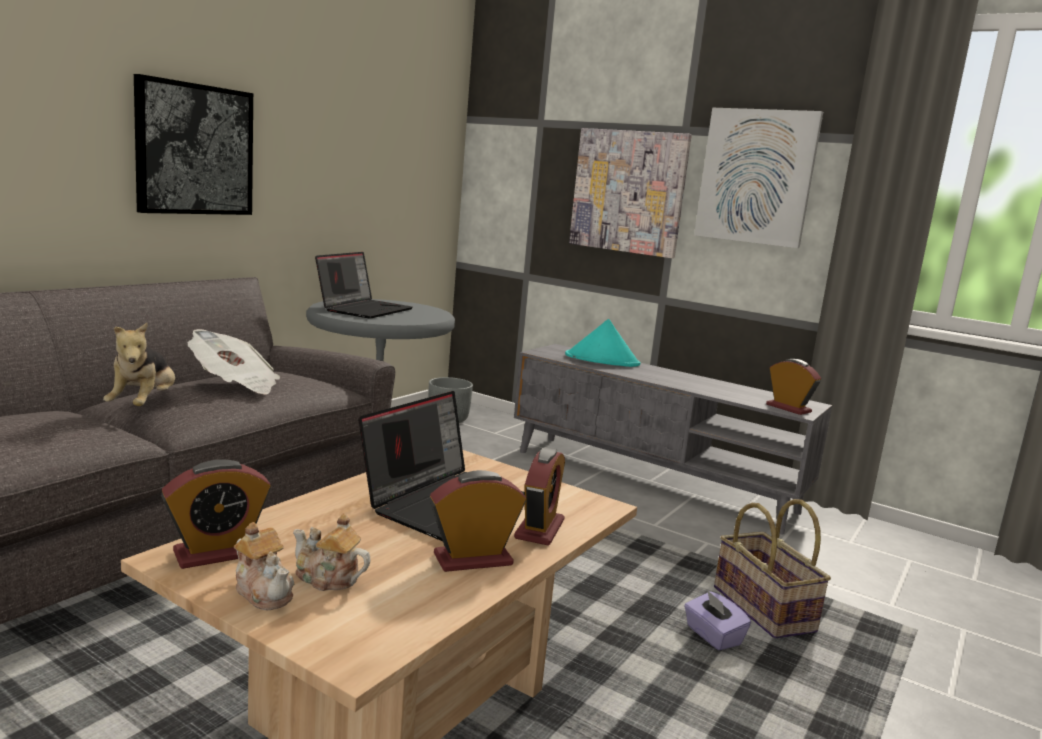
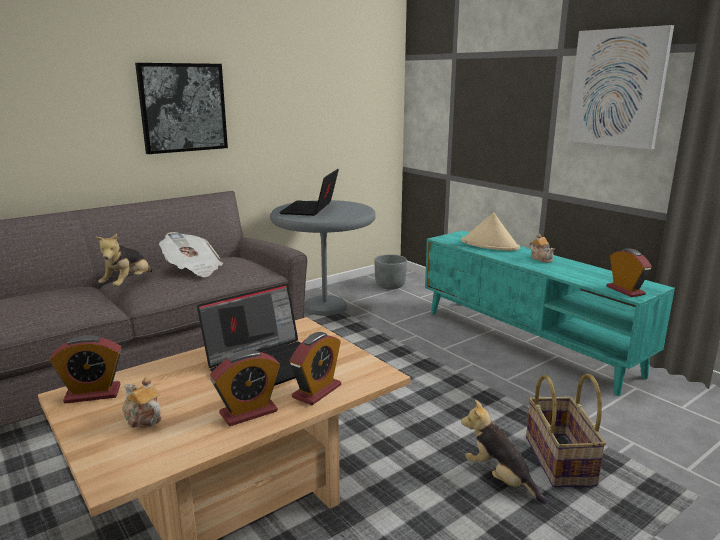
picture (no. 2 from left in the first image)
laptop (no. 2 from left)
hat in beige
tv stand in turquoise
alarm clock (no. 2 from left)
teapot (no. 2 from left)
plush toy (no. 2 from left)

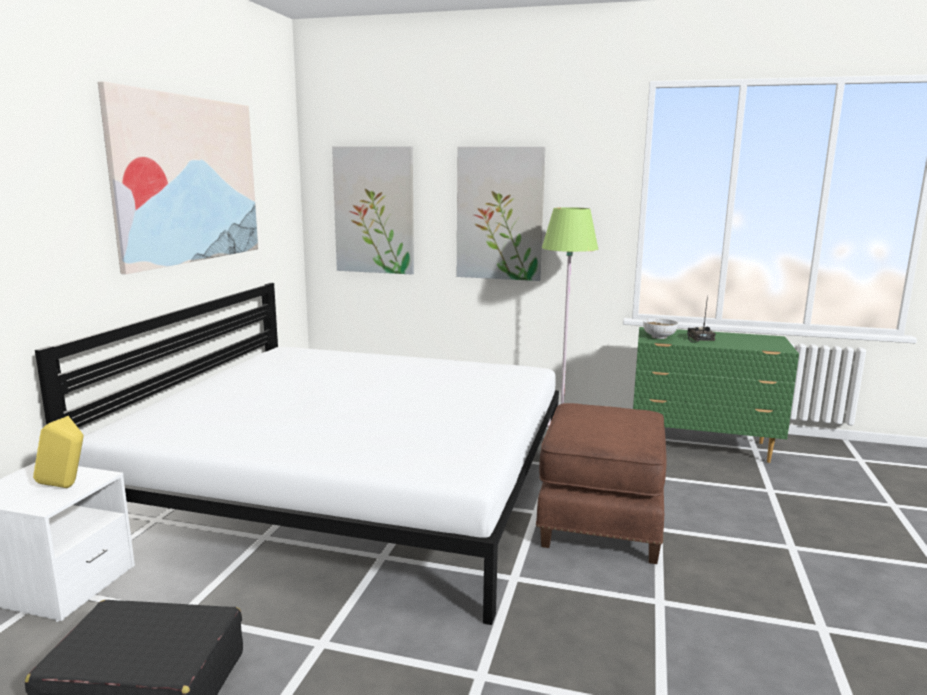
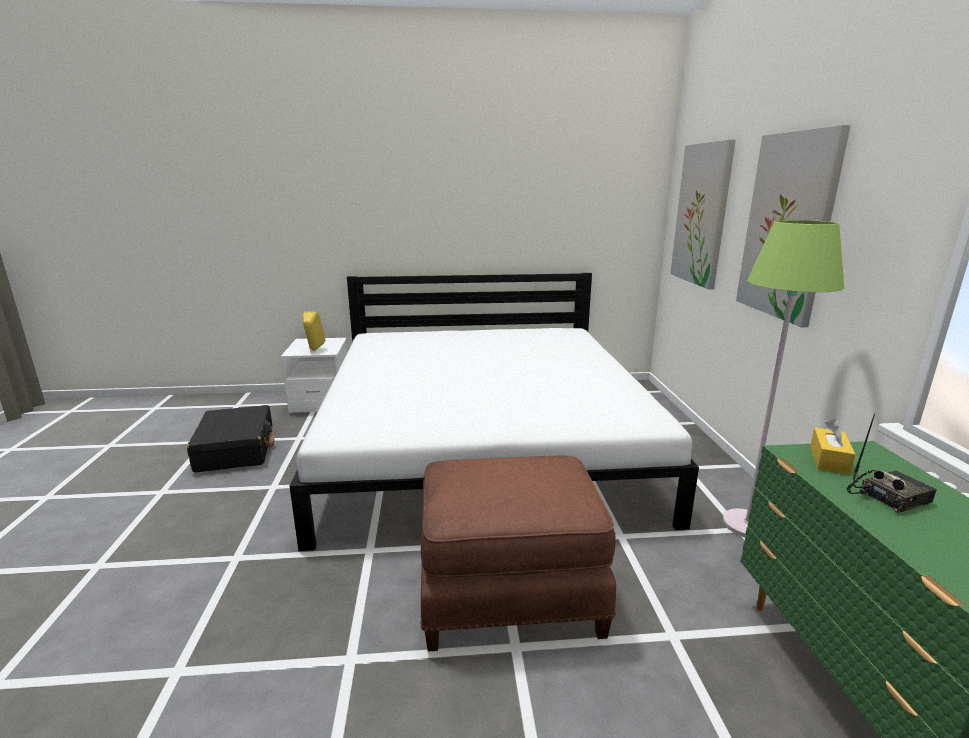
picture (no. 1 from left in the first image)
tissue box in yellow

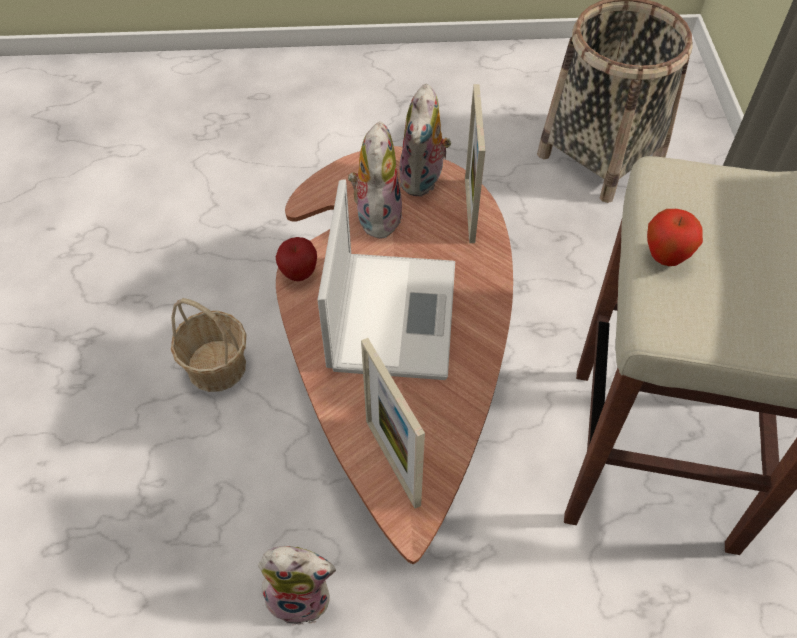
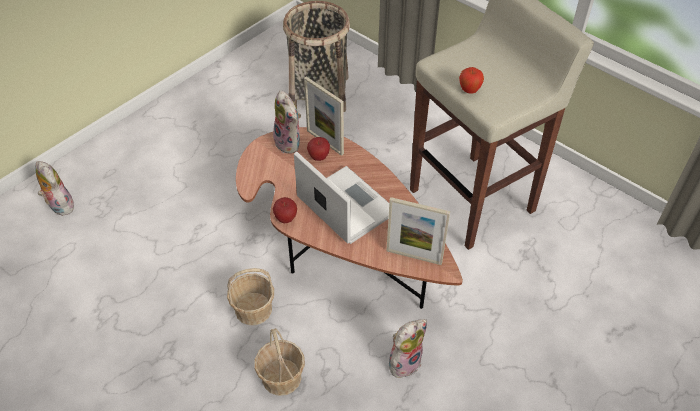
plush toy (no. 1 from left)
apple (no. 2 from left)
basket (no. 2 from left)

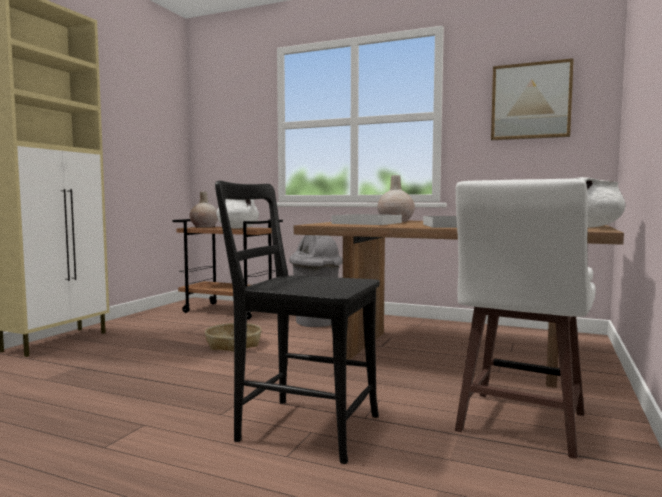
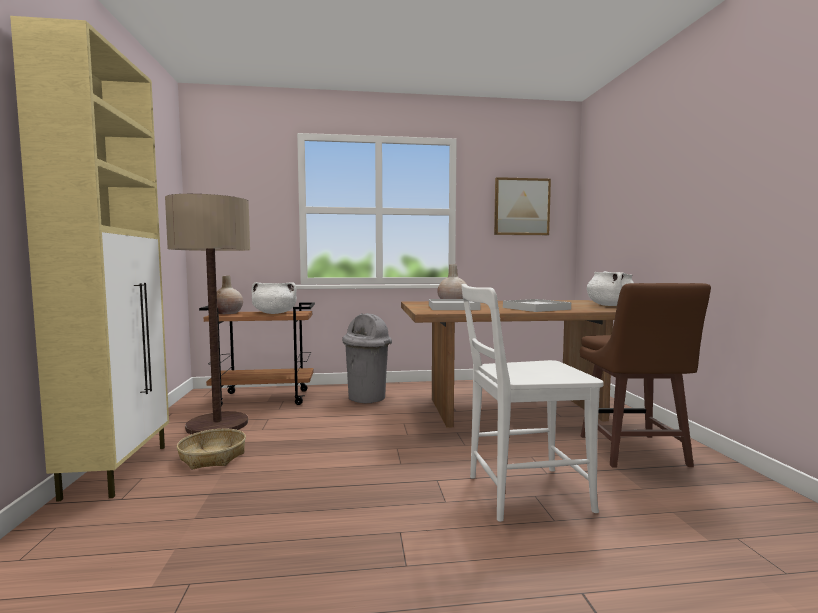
stool in brown
chair in white
basket
floor lamp

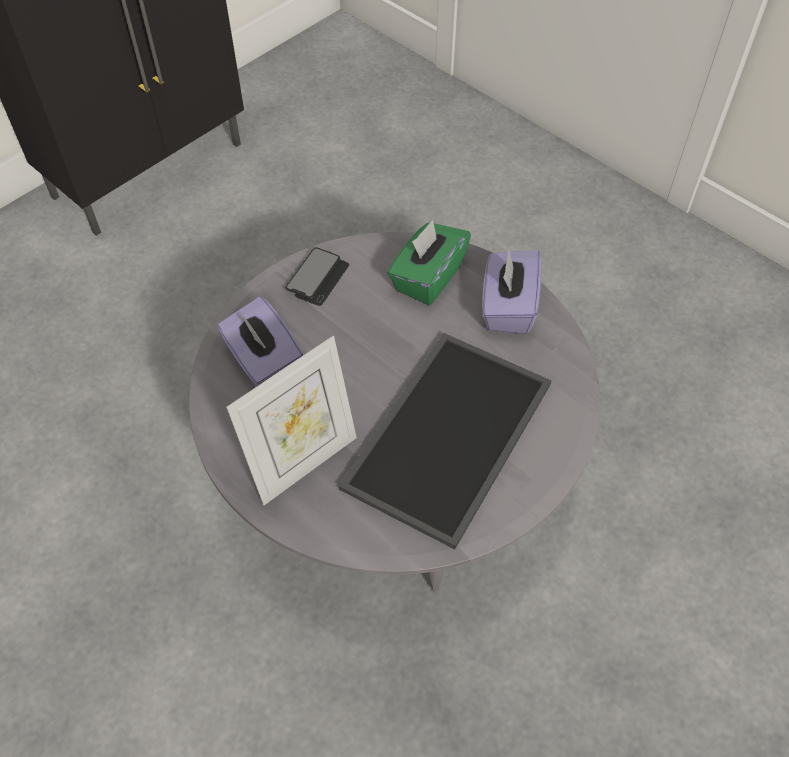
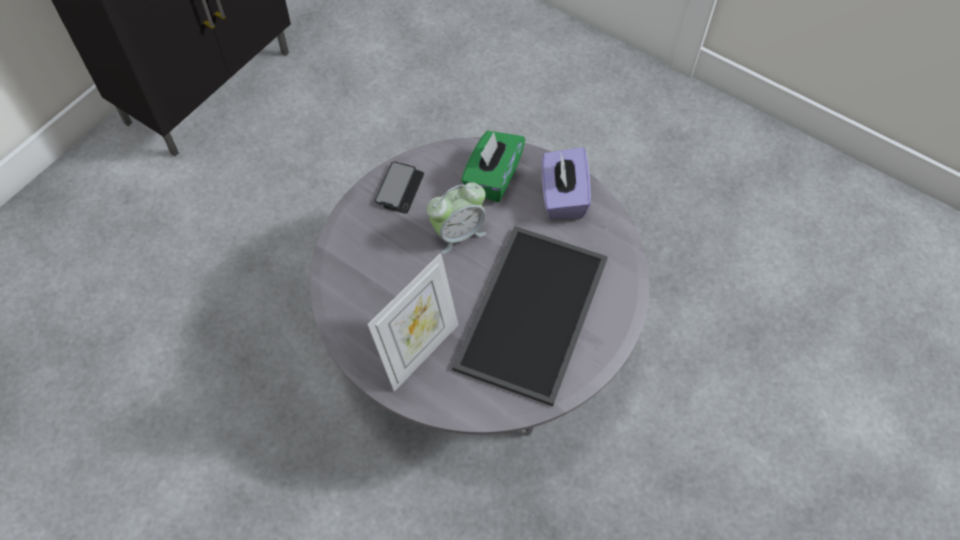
tissue box in purple (no. 1 from left in the first image)
alarm clock

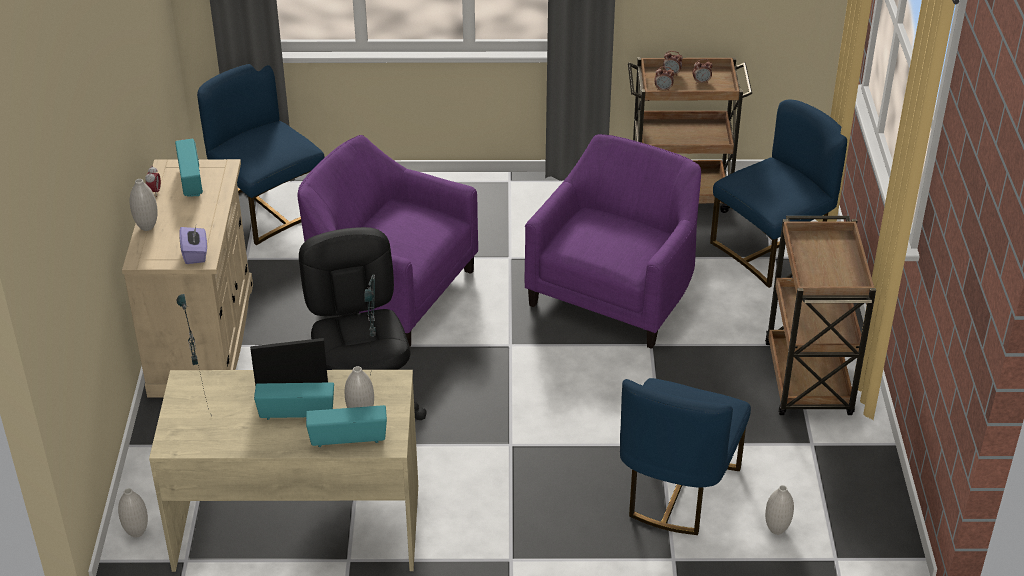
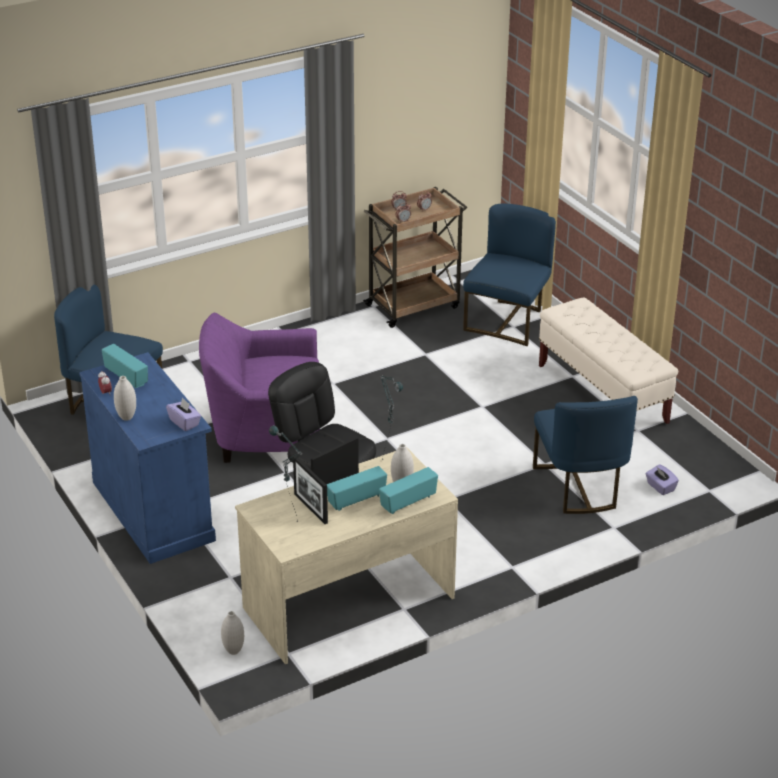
armchair in purple (no. 2 from left in the first image)
cabinet in blue
bench in beige
tissue box in purple (no. 2 from left)
picture frame (no. 1 from left)

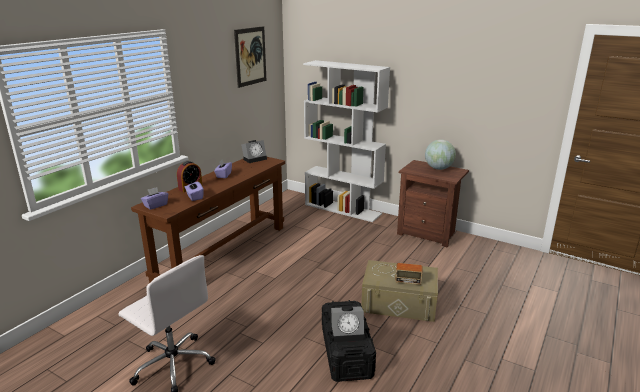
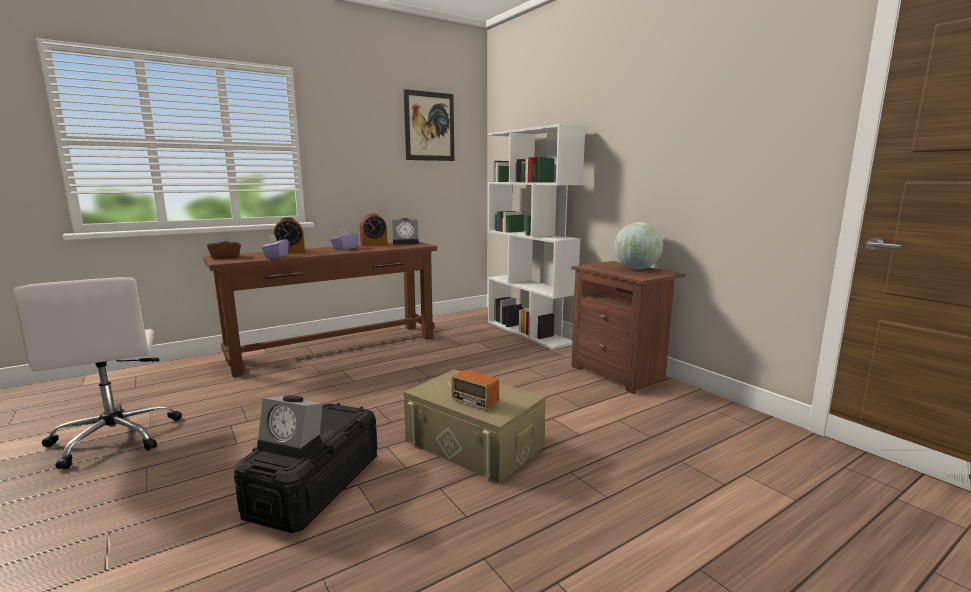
tissue box in brown
alarm clock (no. 3 from left)

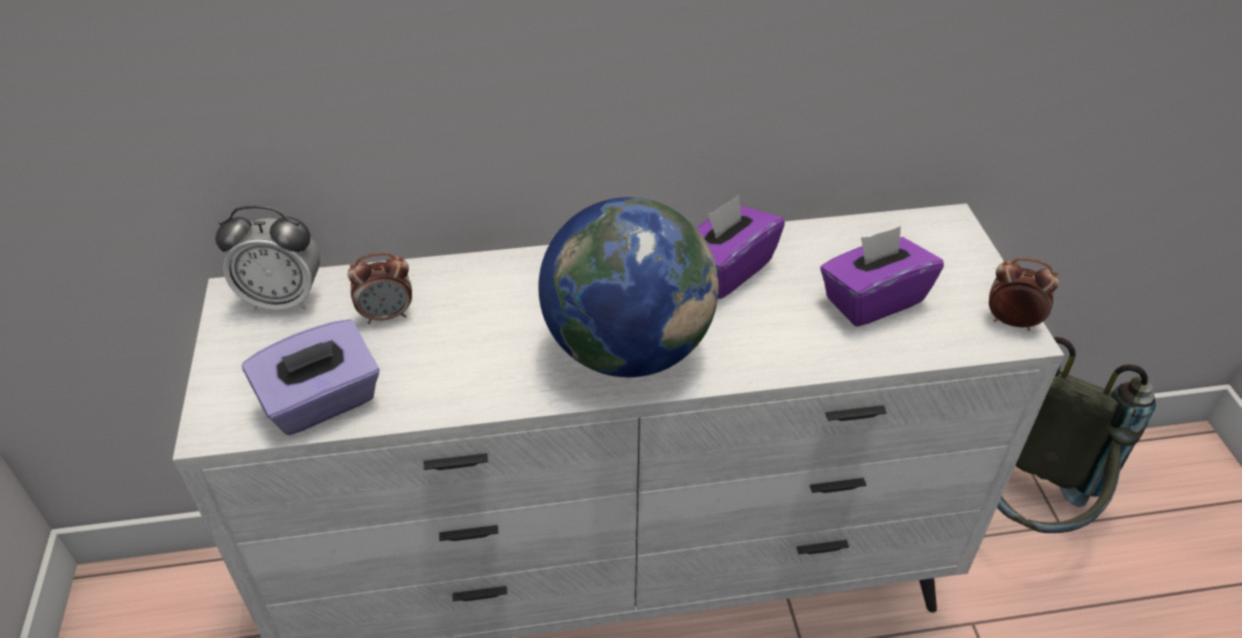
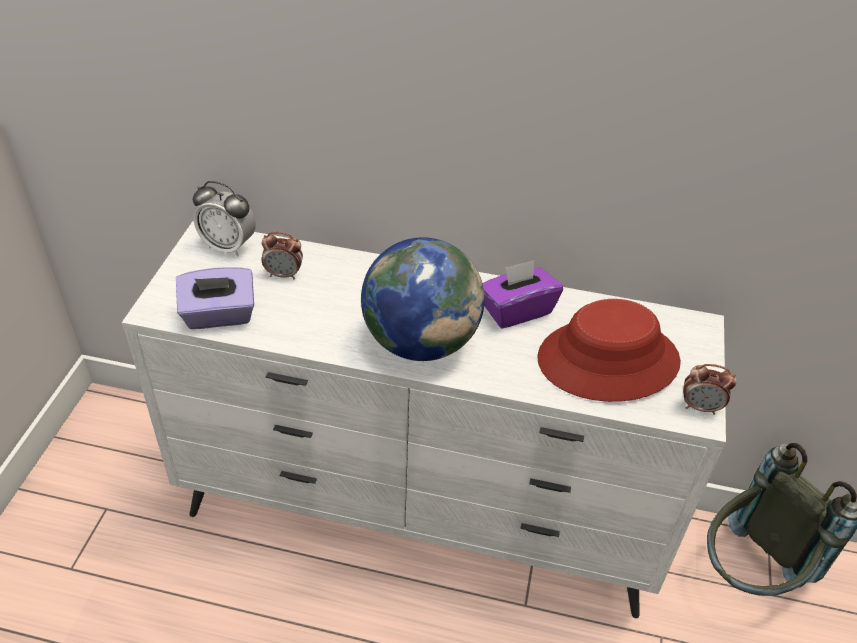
hat in red
alarm clock (no. 3 from left)

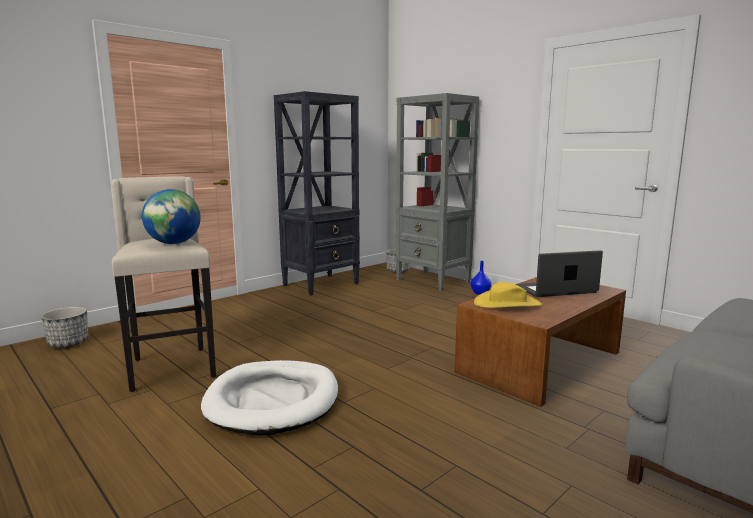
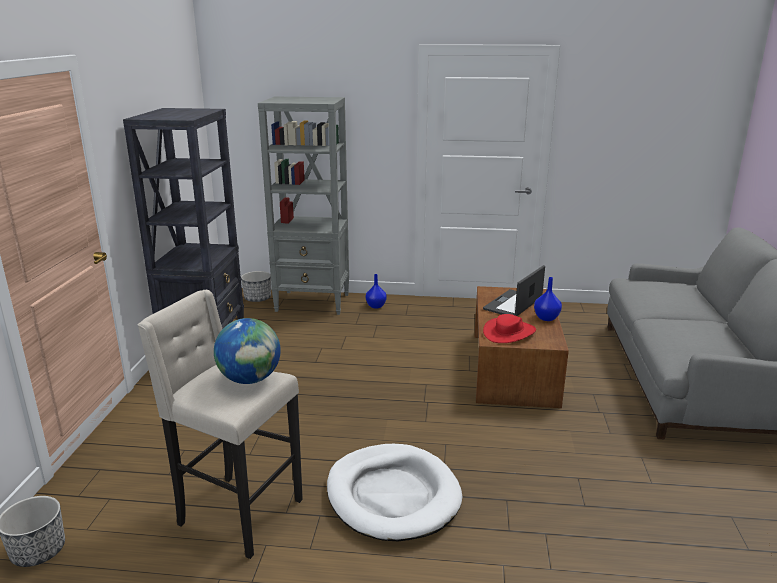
hat in red
vase in blue (no. 2 from left)

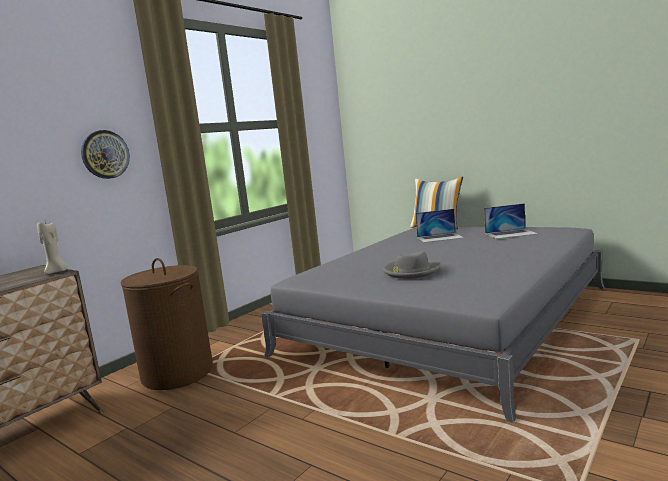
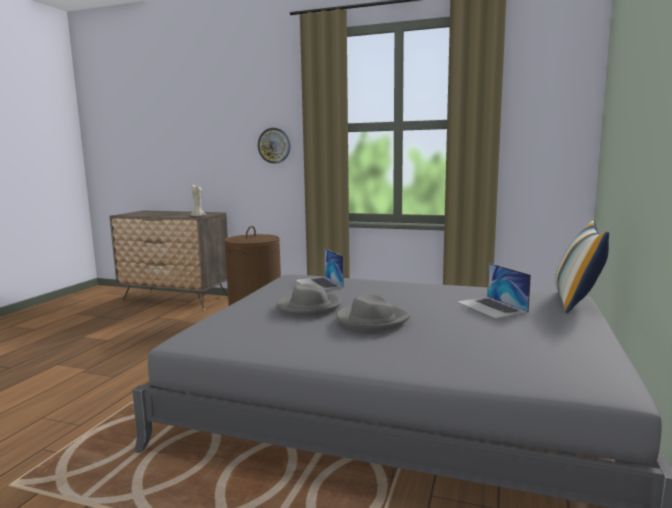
laptop (no. 1 from left)
hat in grey (no. 2 from left)

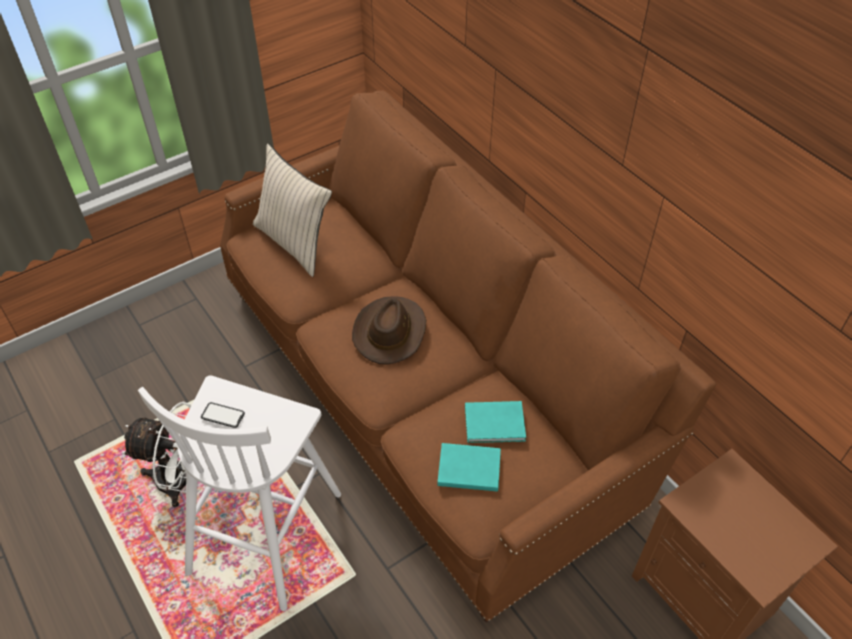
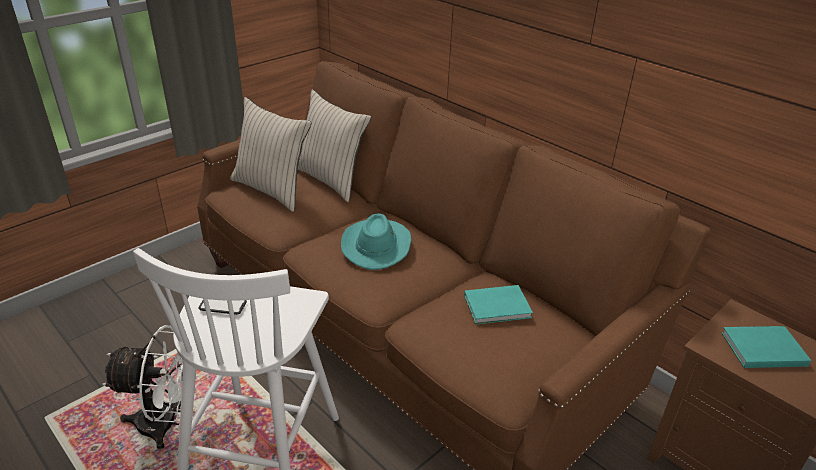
hat in turquoise
book in turquoise (no. 2 from left)
pillow in beige (no. 2 from left)

